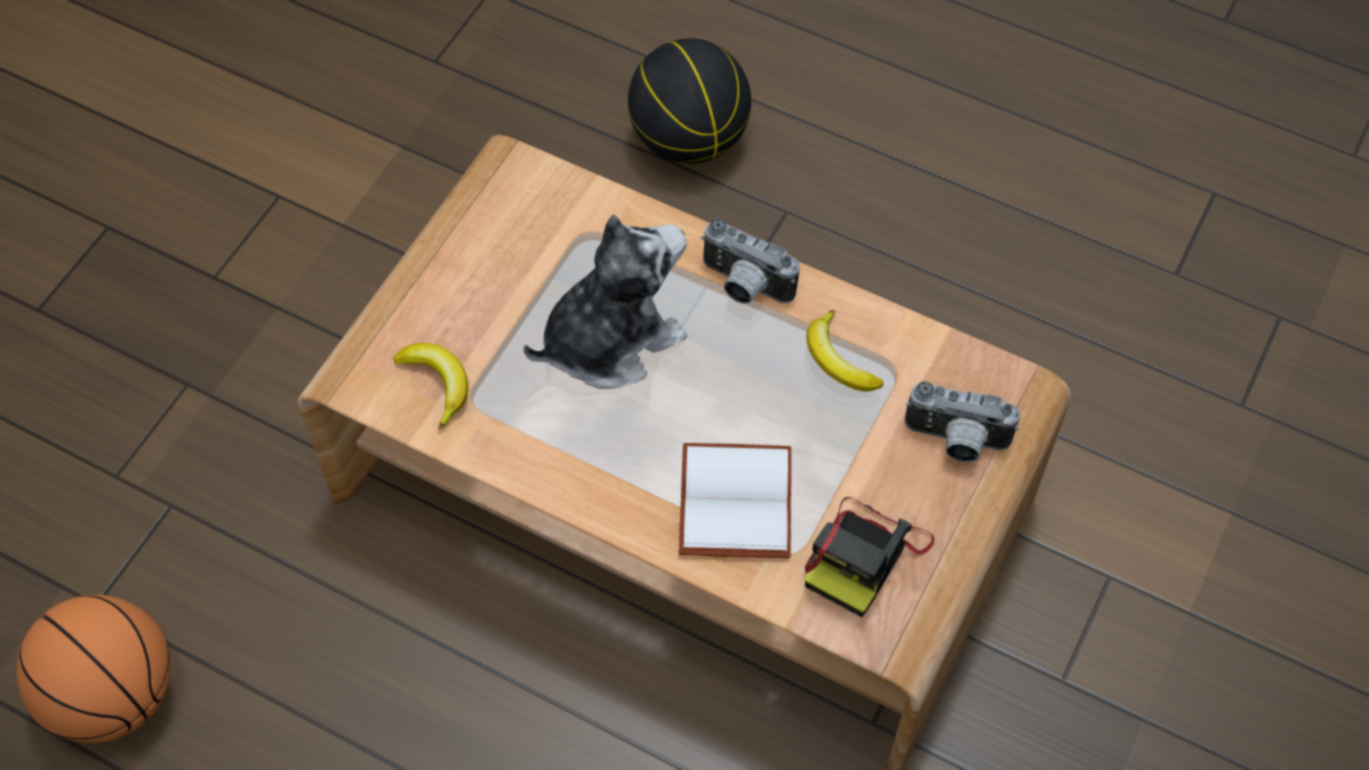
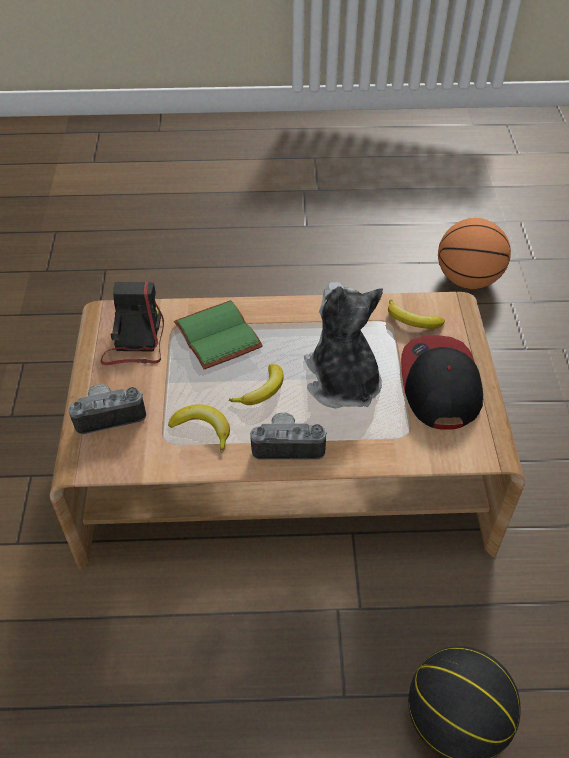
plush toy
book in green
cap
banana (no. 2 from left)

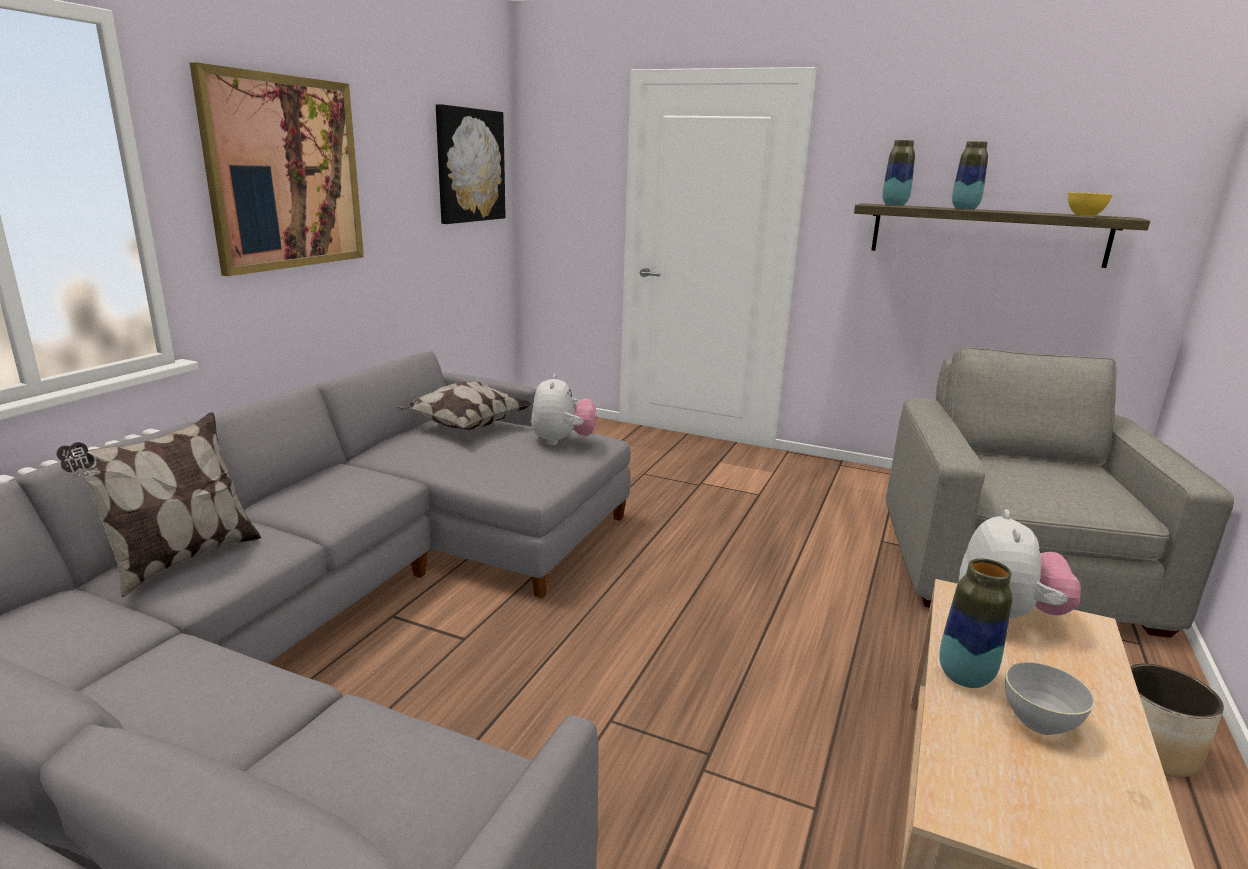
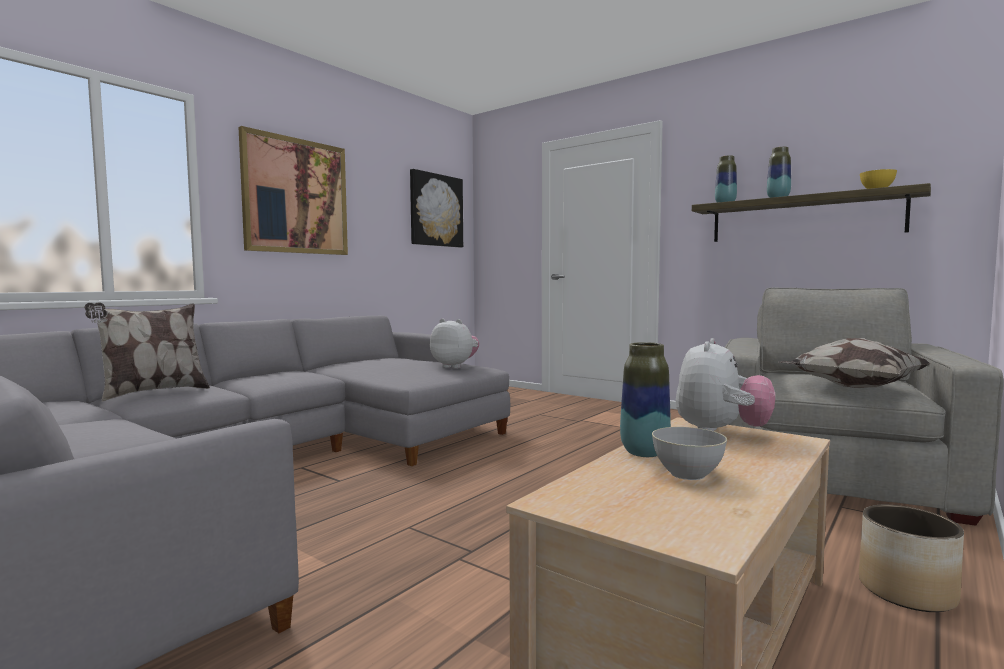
plush toy (no. 1 from left)
pillow (no. 2 from left)

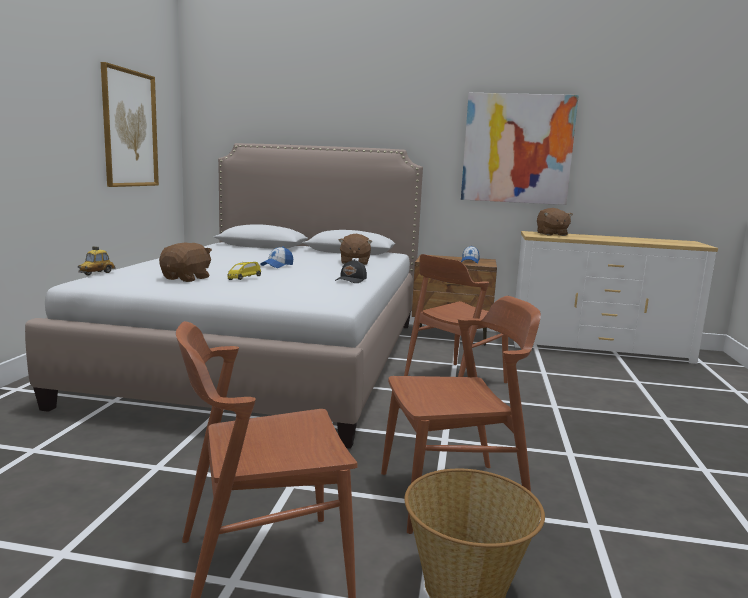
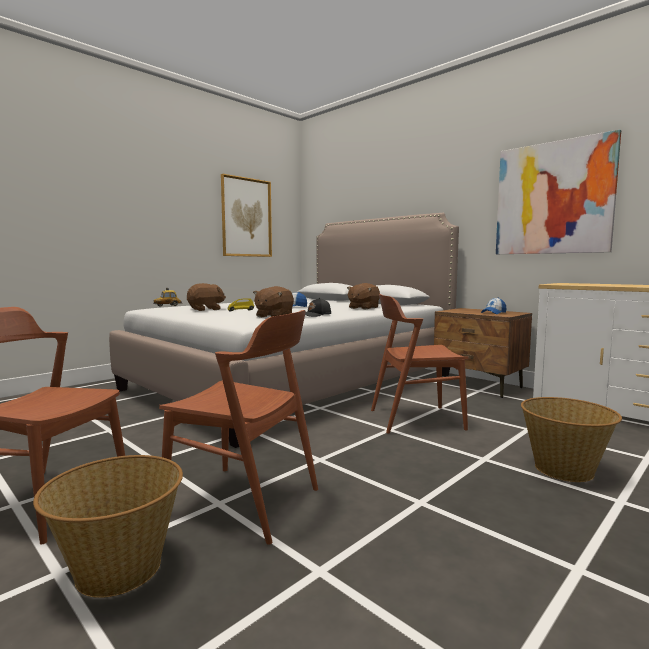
plush toy in brown (no. 2 from left)
basket (no. 2 from left)

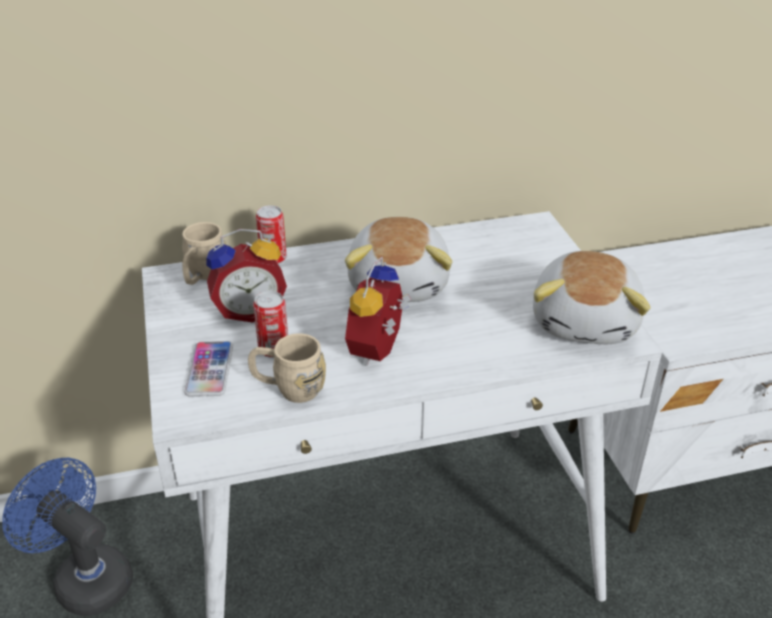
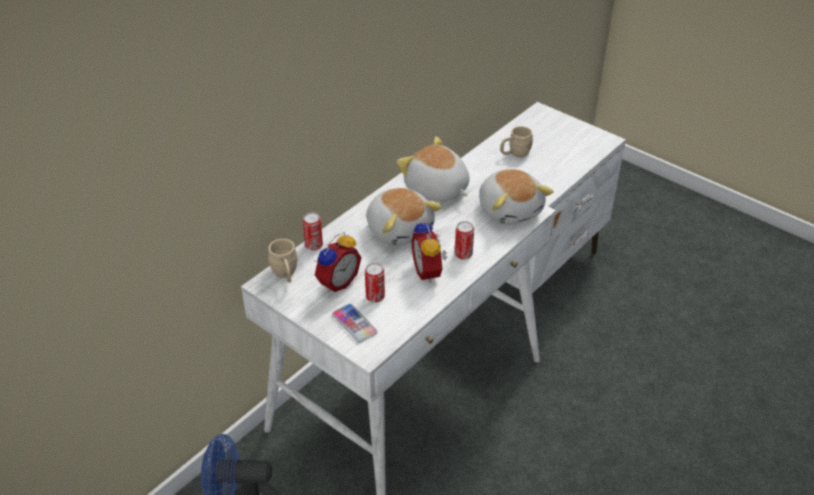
mug in beige (no. 2 from left)
plush toy (no. 2 from left)
can (no. 3 from left)

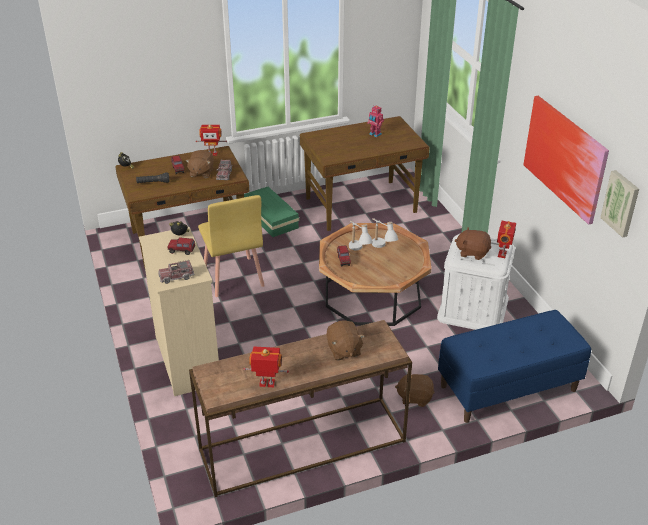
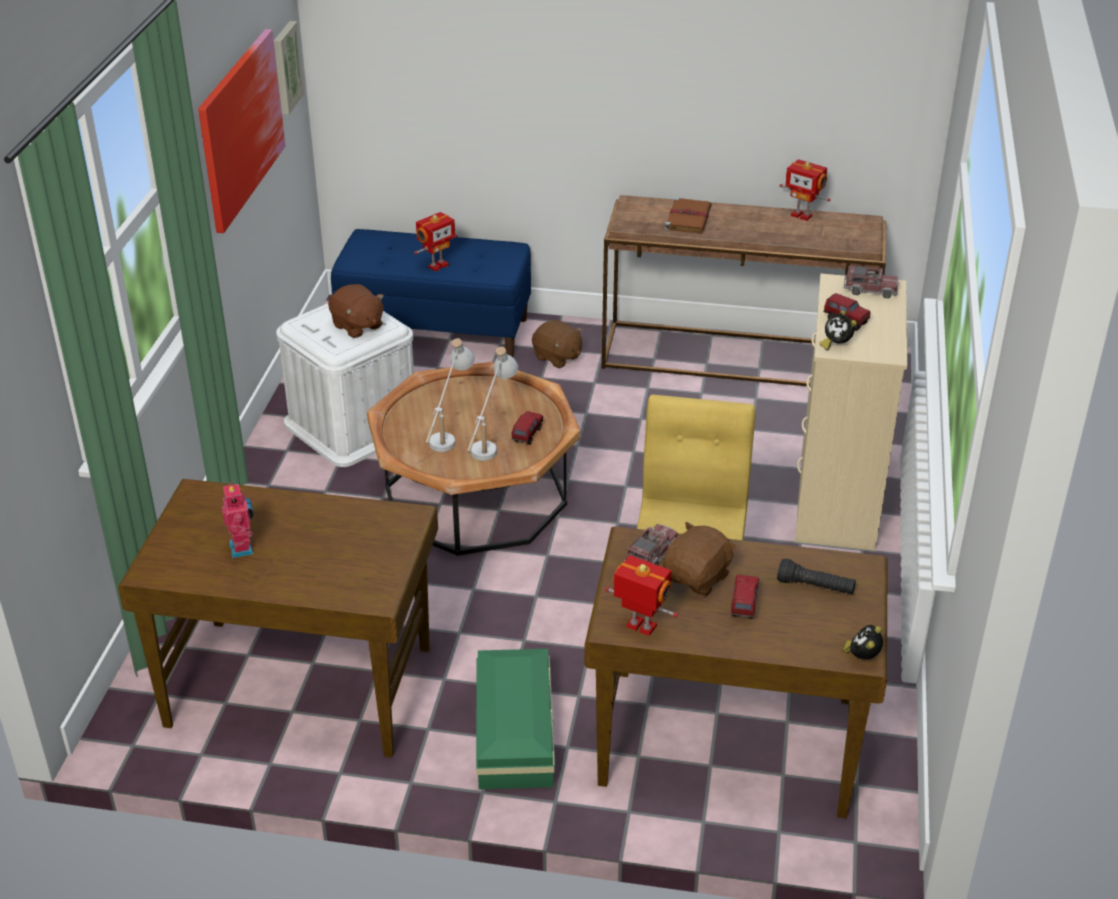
toy robot (no. 2 from left)
book in brown

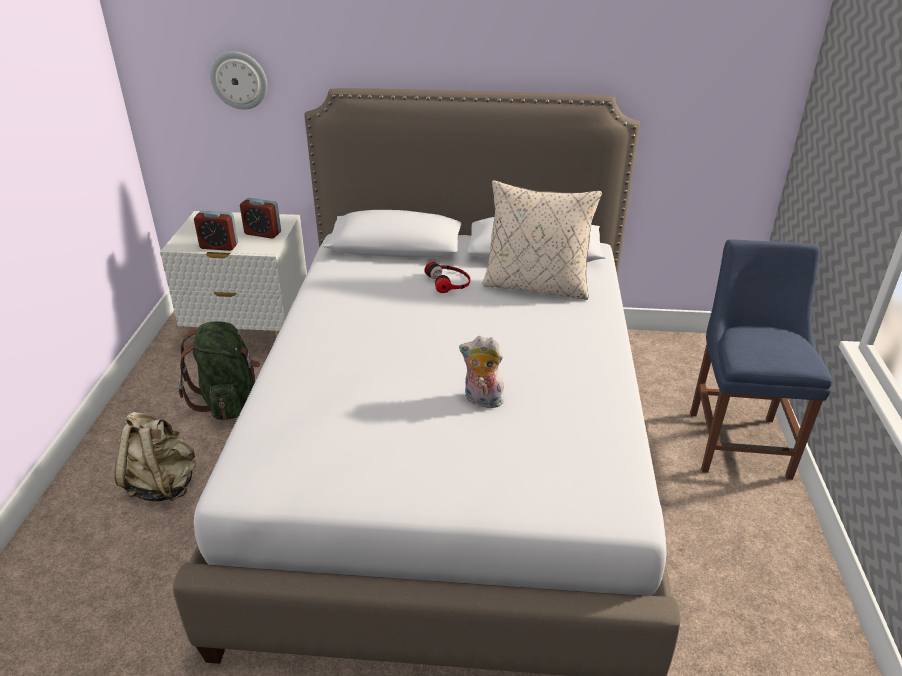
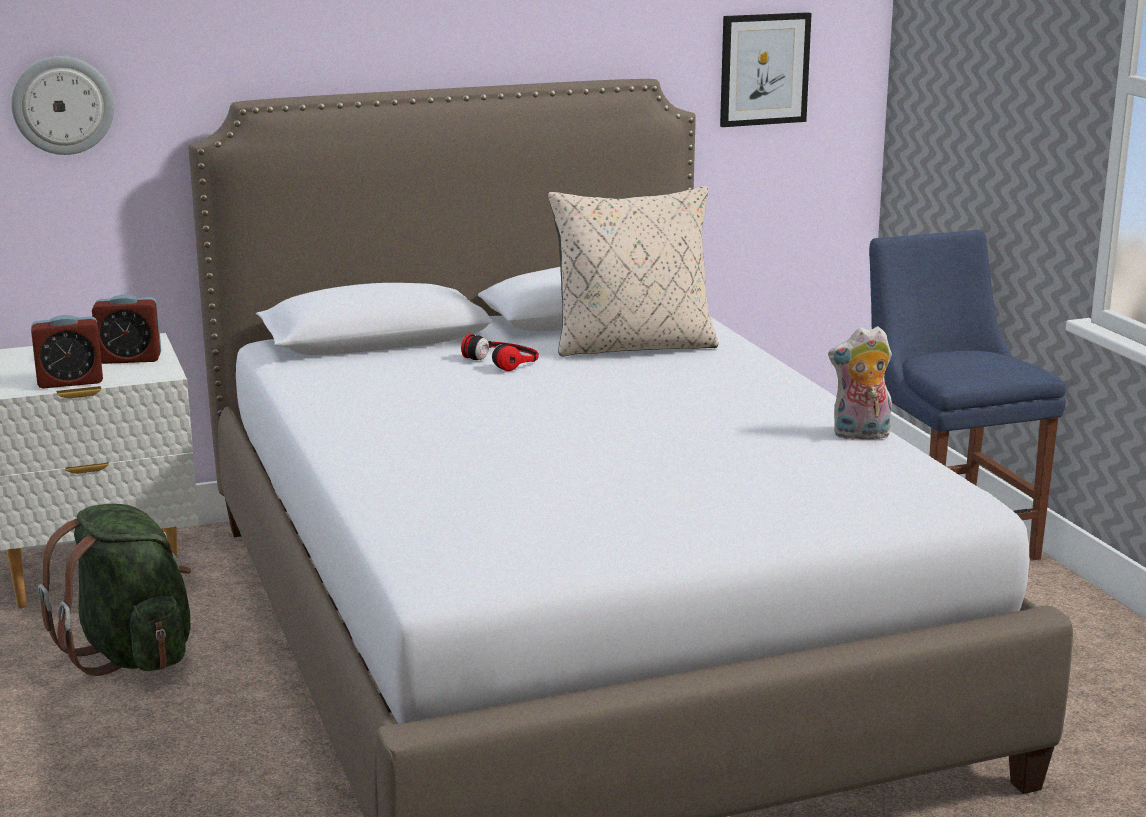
plush toy
backpack in beige
picture

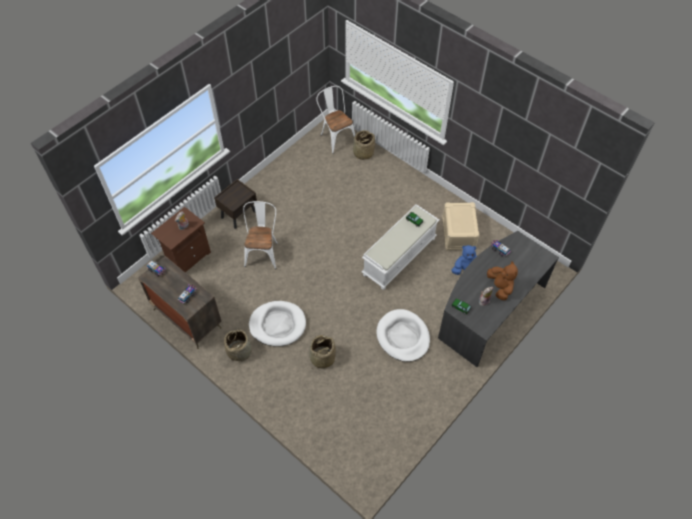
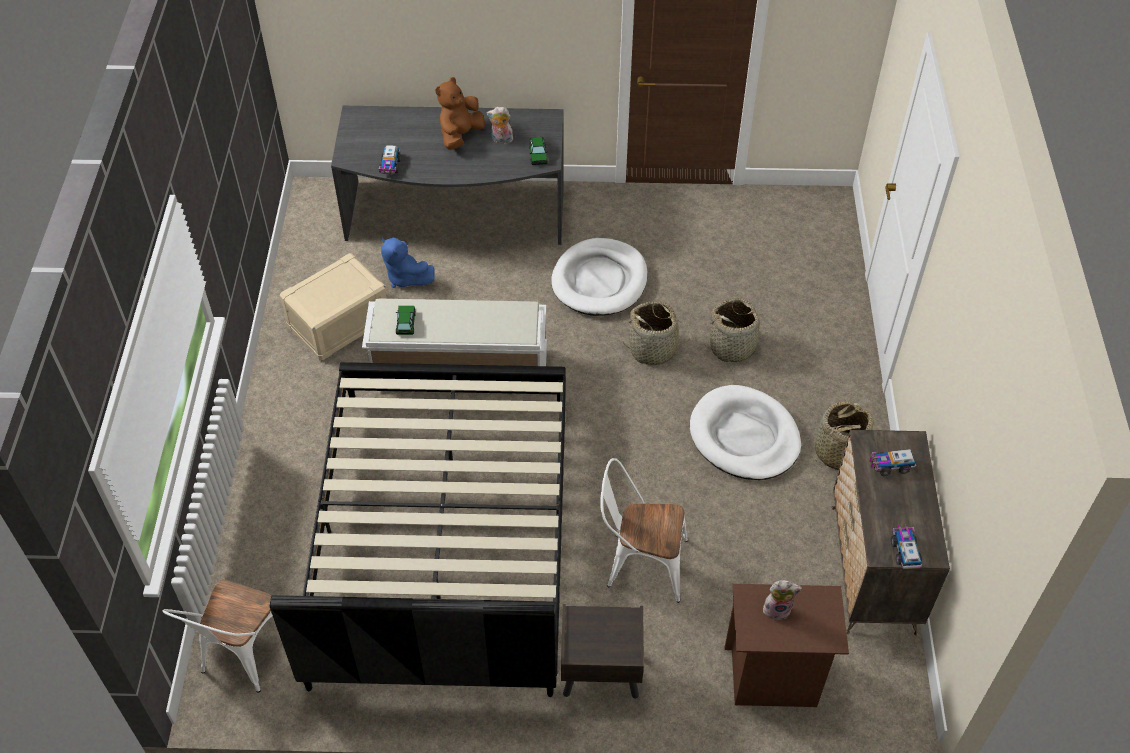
basket (no. 1 from left)
chair in white (no. 2 from left)
bed in black

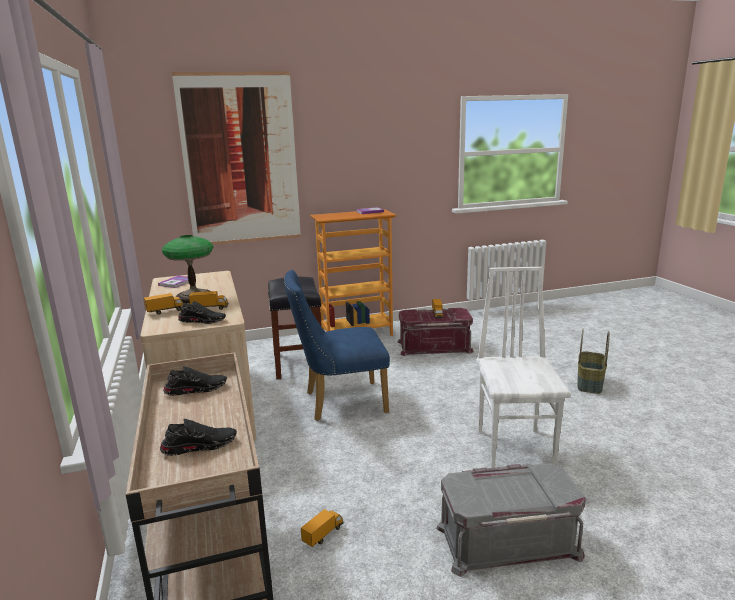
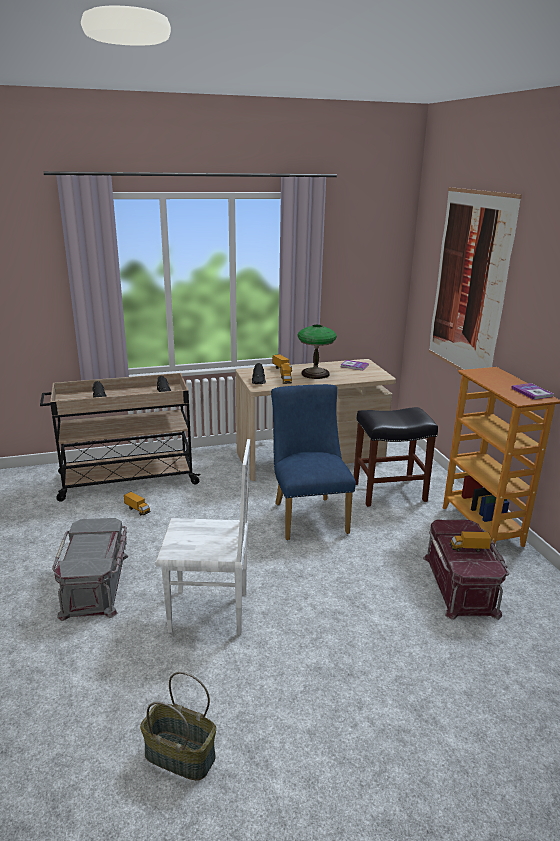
basket

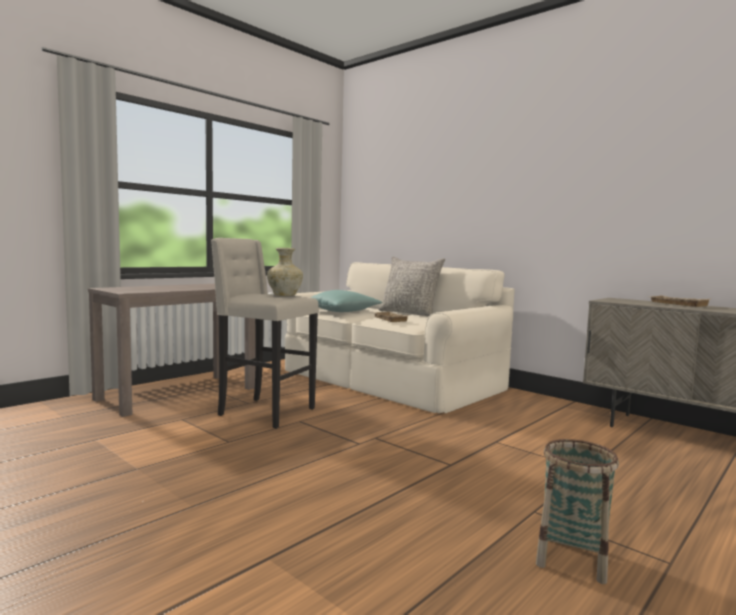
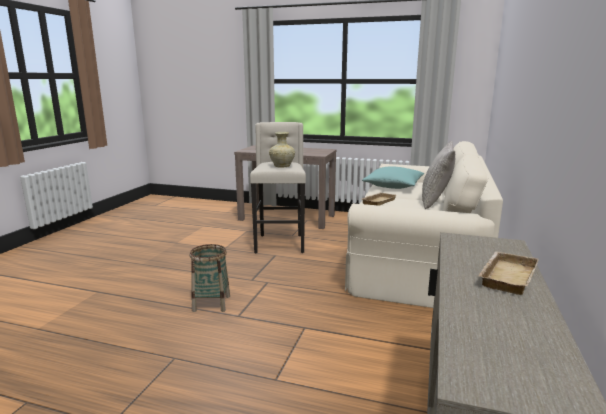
basket

